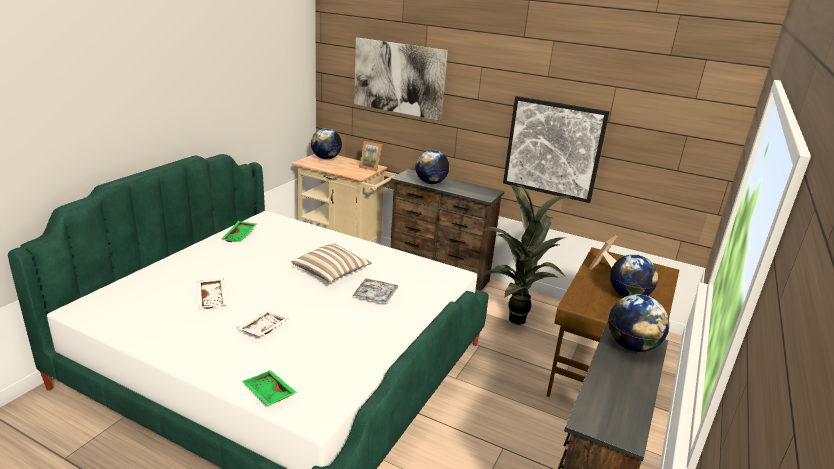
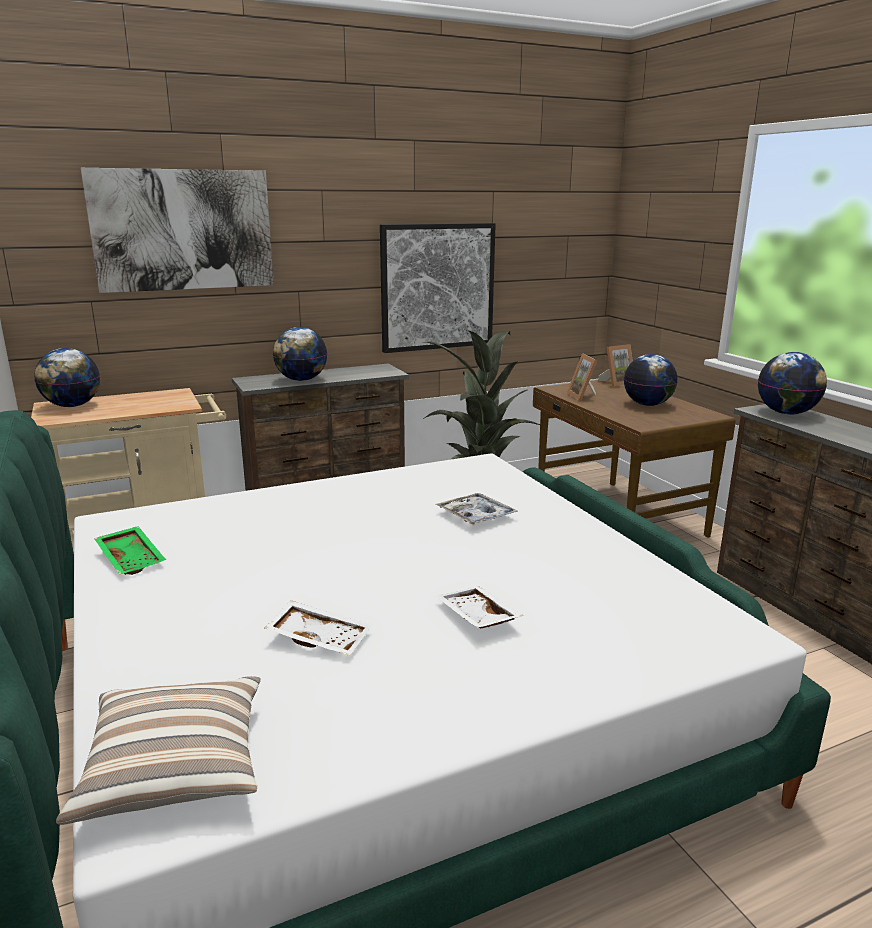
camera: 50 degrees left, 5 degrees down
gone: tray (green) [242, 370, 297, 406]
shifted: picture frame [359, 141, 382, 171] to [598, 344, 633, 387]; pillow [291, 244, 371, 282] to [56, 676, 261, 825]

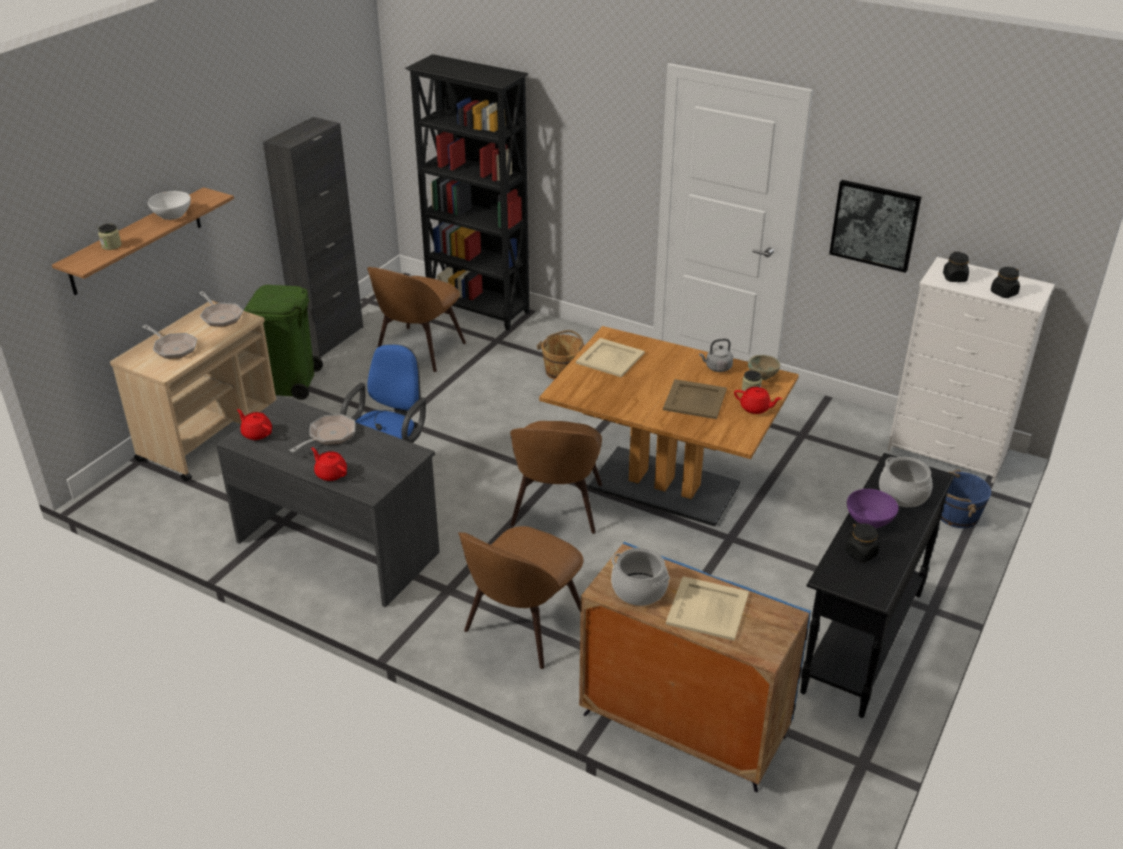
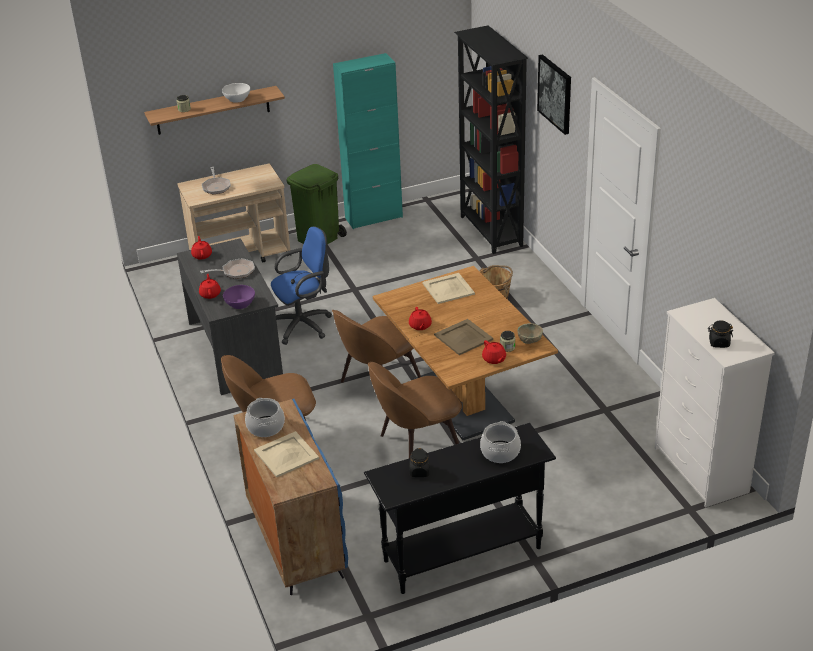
camera: 40 degrees right, 0 degrees up
gone: storage jar (black-coloured) [943, 252, 969, 282]; pan [199, 291, 243, 327]; water kettle (gray) [699, 339, 733, 372]; bucket (bluish) [941, 469, 991, 528]
new: teapot (reddish) [409, 307, 432, 330]
shifted: picture [829, 180, 921, 273] to [537, 54, 571, 135]; chair (brownish) [367, 267, 466, 372] to [368, 362, 462, 458]; bowl (purple) [847, 489, 898, 528] to [223, 285, 255, 309]
repainted: cupboard (black-coloured) [263, 117, 363, 358] to cupboard (turquoise-coloured) [333, 53, 403, 229]

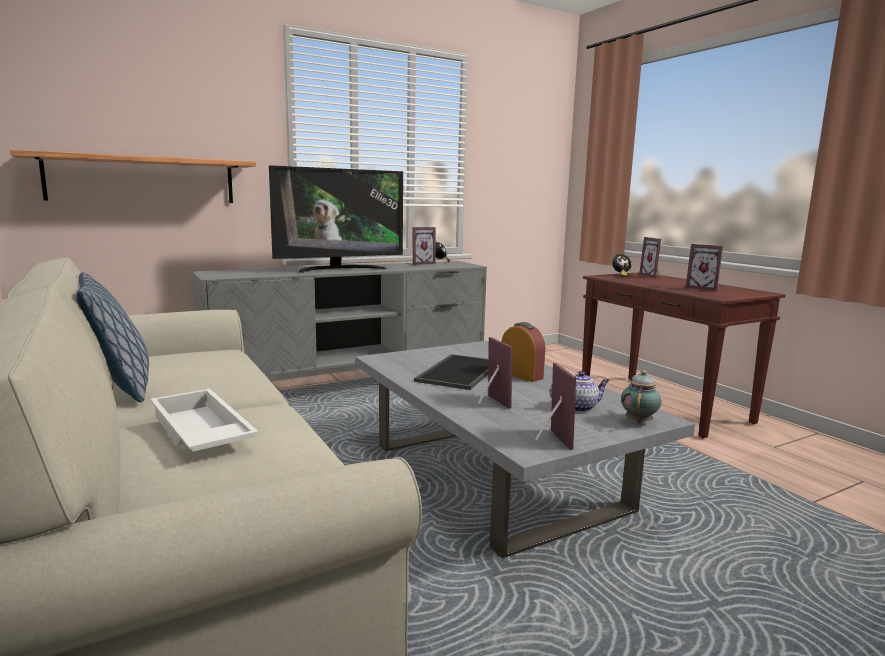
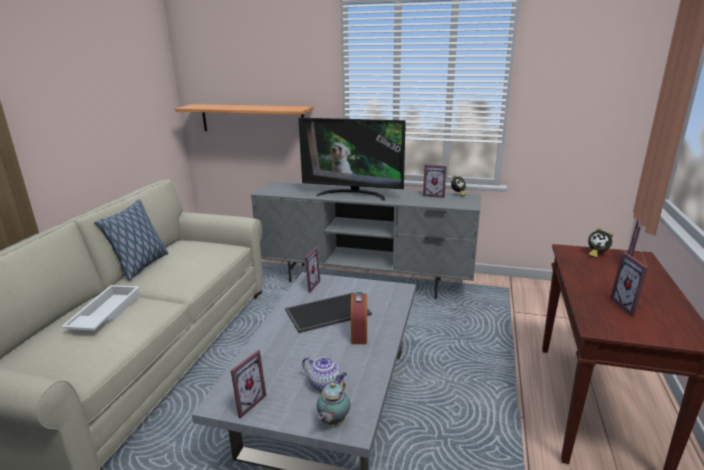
camera: 45 degrees right, 10 degrees up
shifted: picture frame [478, 337, 512, 409] to [302, 247, 320, 293]
rotated: teapot [621, 370, 661, 424] = [317, 379, 350, 425] 135 degrees clockwise

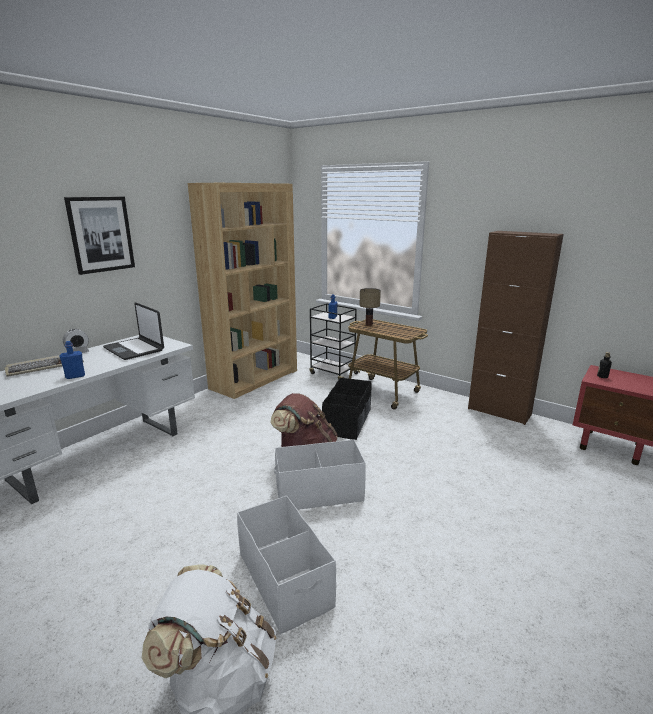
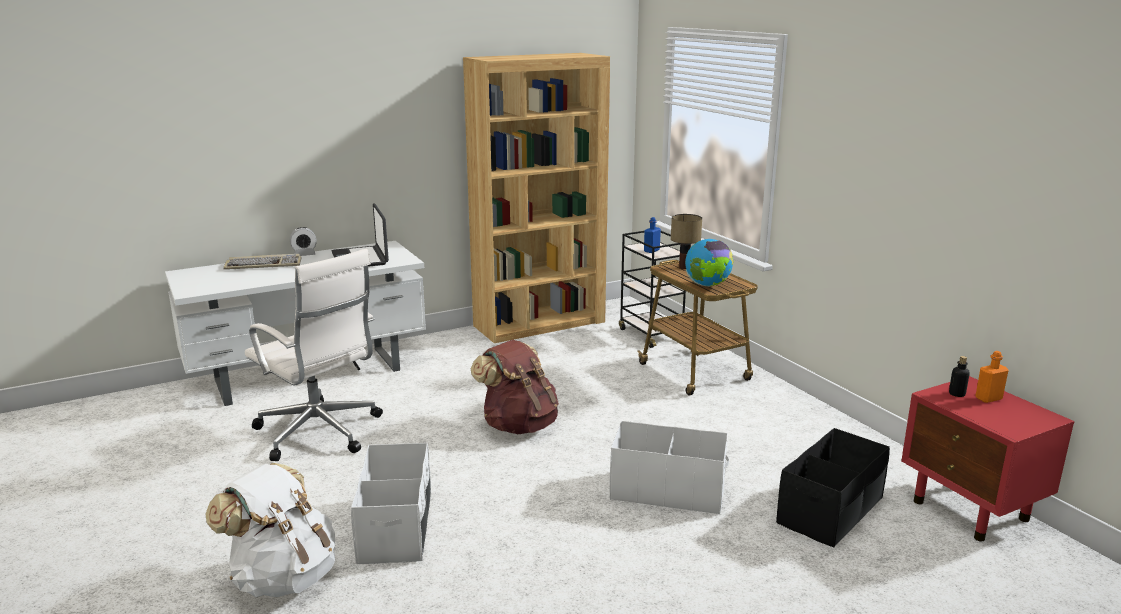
camera: 25 degrees right, 0 degrees up
gone: picture [64, 197, 135, 275]; cupboard (brownish) [468, 231, 564, 425]; bottle (bluish) [60, 341, 85, 379]
new: desk globe [685, 239, 734, 286]; computer chair (white-coloured) [245, 249, 383, 461]; bottle (orange-coloured) [975, 351, 1008, 403]
shifted: storage bin (black-coloured) [322, 378, 371, 440] to [776, 428, 890, 547]; storage bin (white-coloured) [274, 440, 366, 510] to [609, 421, 729, 514]

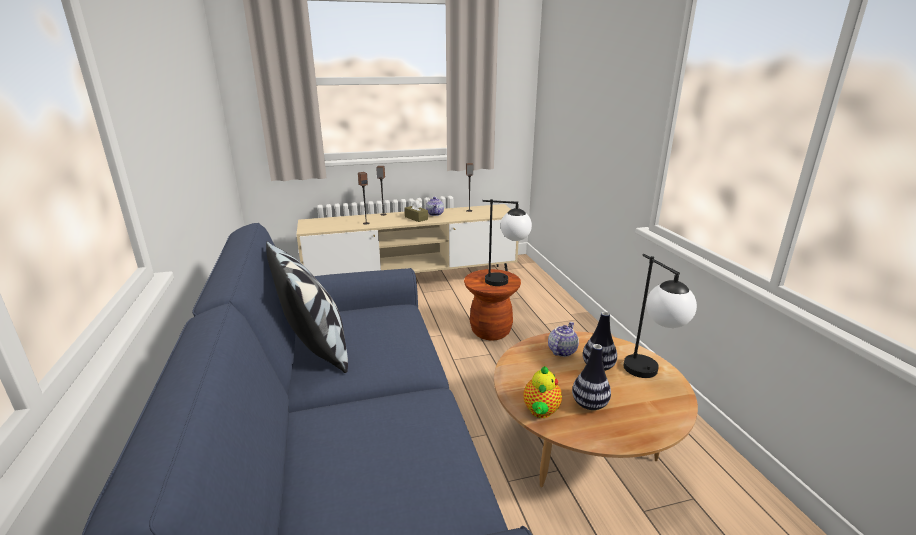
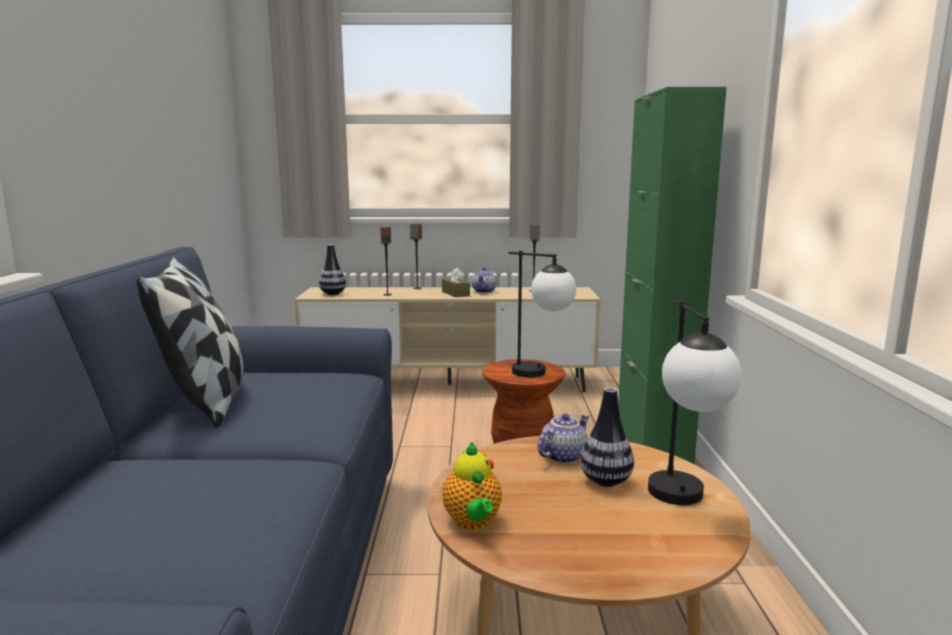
camera: 15 degrees right, 10 degrees down
new: cupboard (green) [618, 87, 727, 464]
shifted: flower vase [572, 344, 611, 410] to [319, 244, 346, 295]
rotated: teapot [524, 366, 562, 418] = [442, 443, 502, 530] 45 degrees counterclockwise

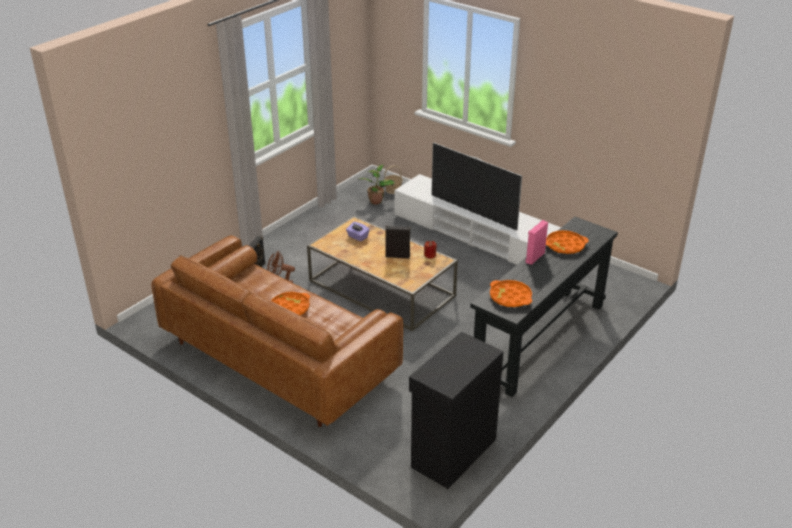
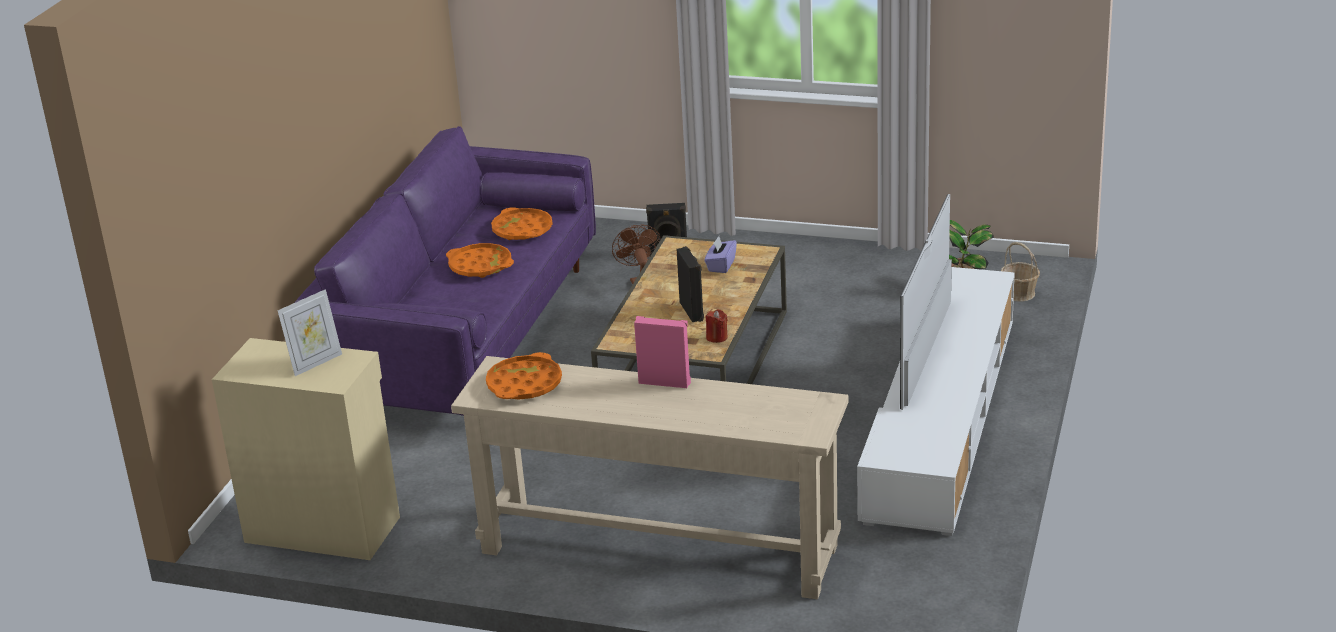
camera: 70 degrees right, 5 degrees down
new: picture frame [278, 289, 342, 376]
shifted: tray (orange-coloured) [546, 230, 589, 254] to [491, 207, 553, 240]
repainted: narrow table (black-coloured) [470, 217, 618, 397] to narrow table (beige) [451, 356, 849, 599]; couch (brownish) [151, 235, 403, 427] to couch (purple) [294, 126, 596, 416]; cupboard (black-coloured) [409, 332, 504, 489] to cupboard (beige) [212, 338, 400, 560]

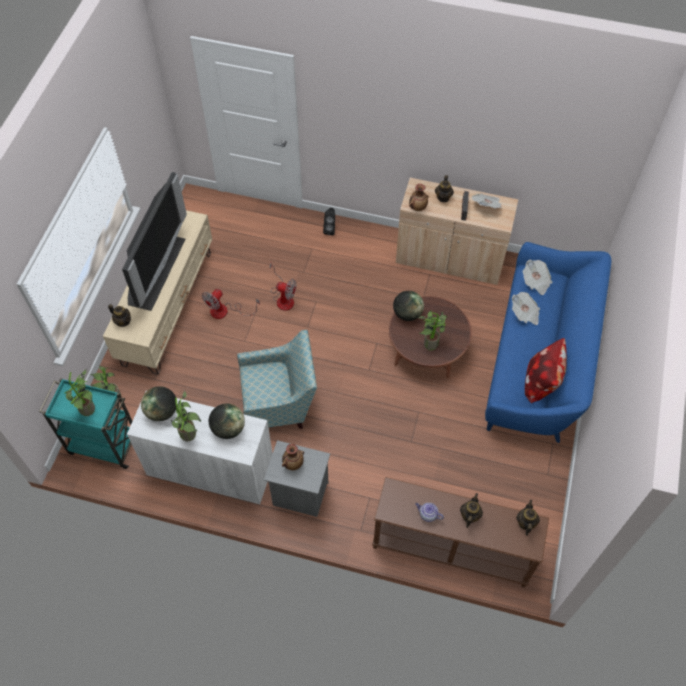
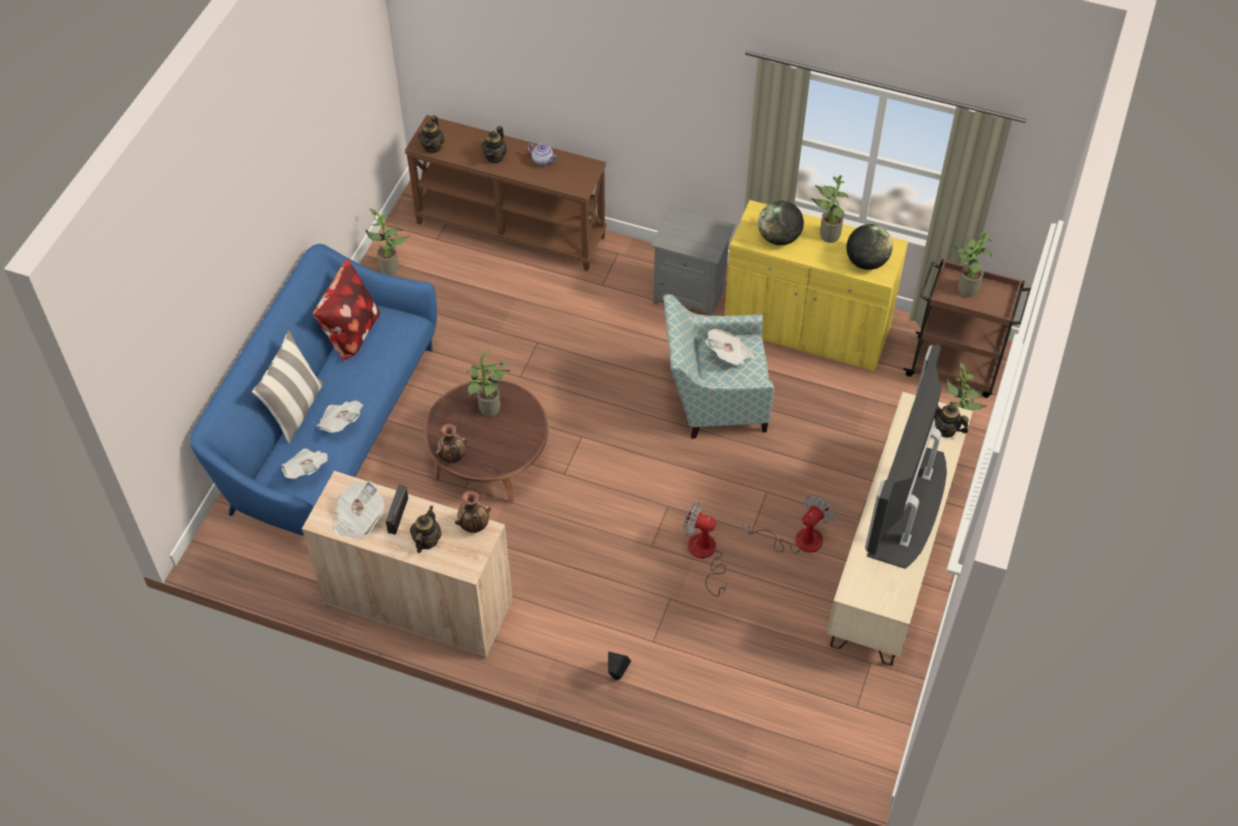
camera: 175 degrees left, 5 degrees down
gone: desk globe [393, 291, 424, 321]
new: potted plant [365, 208, 410, 275]; daily paper [706, 329, 754, 365]; pillow [252, 330, 324, 444]
shifted: flower vase [282, 444, 304, 470] to [435, 424, 467, 463]
repainted: cart (turquoise-coloured) [39, 378, 132, 469] to cart (brownish) [903, 259, 1031, 398]; cupboard (white-coloured) [127, 391, 273, 504] to cupboard (yellow) [724, 200, 908, 371]

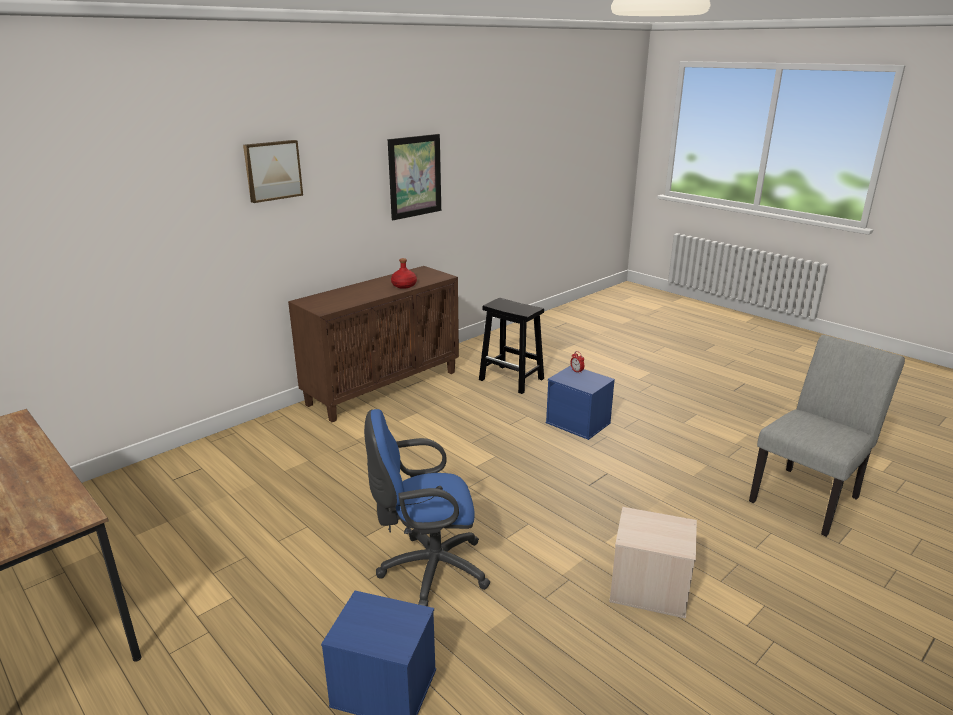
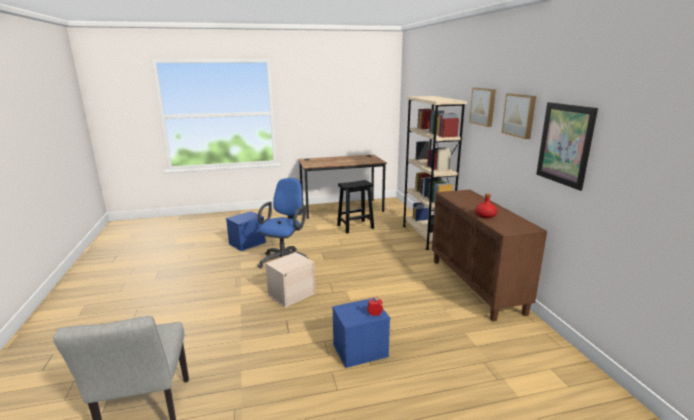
camera: 120 degrees right, 5 degrees down
new: picture [501, 94, 536, 139]; bookcase (beige) [403, 96, 467, 250]
shifted: sitting stool (black-coloured) [479, 298, 544, 394] to [337, 180, 374, 233]; storage bin (beige) [609, 507, 697, 619] to [265, 252, 315, 308]

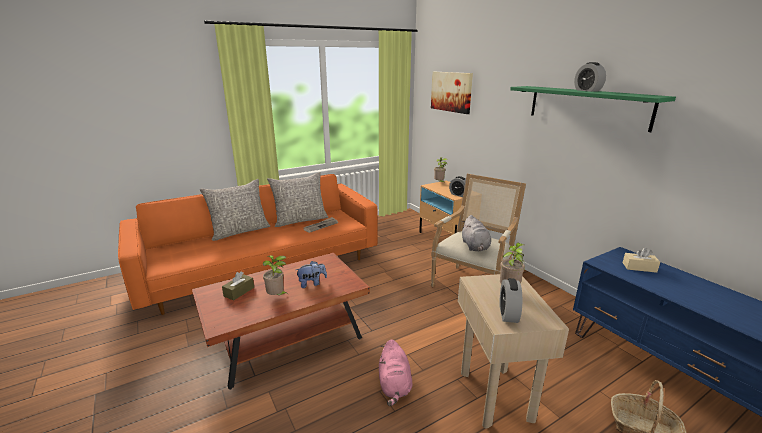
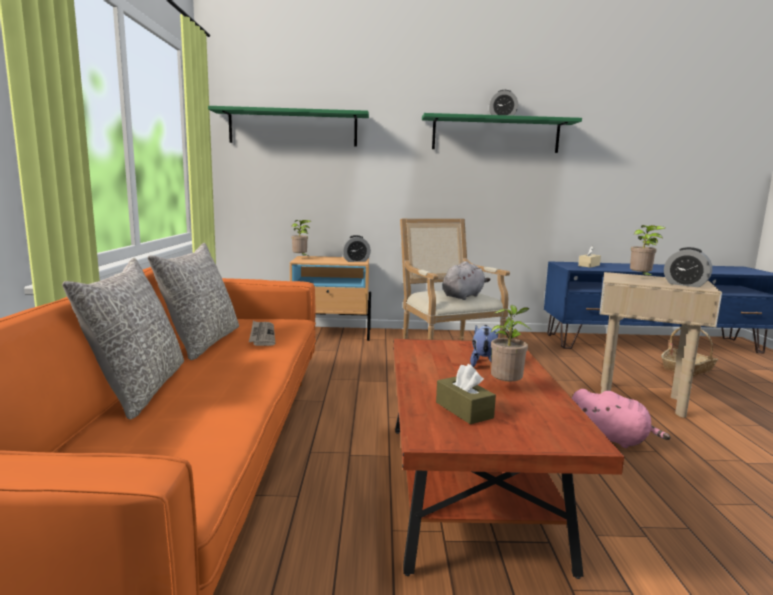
camera: 60 degrees left, 10 degrees down
swapped: picture [431, 72, 473, 114] to wall shelf (green) [208, 106, 369, 146]
rotated: cuddly toy (gray) [462, 215, 491, 251] = [443, 261, 491, 300] 75 degrees counterclockwise

